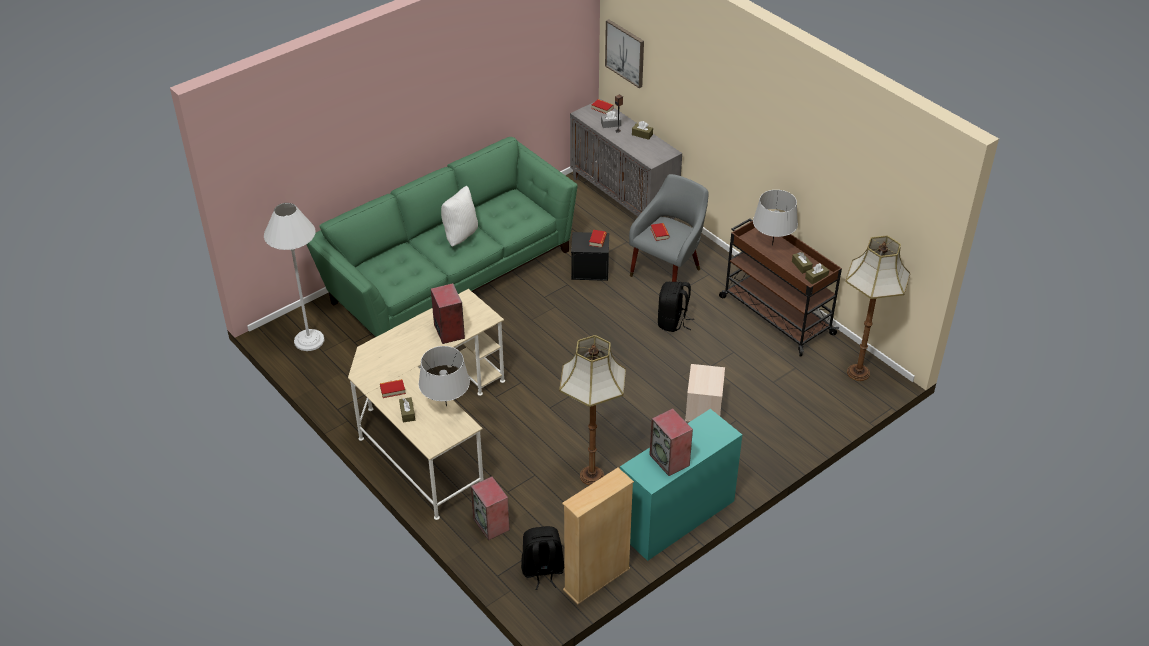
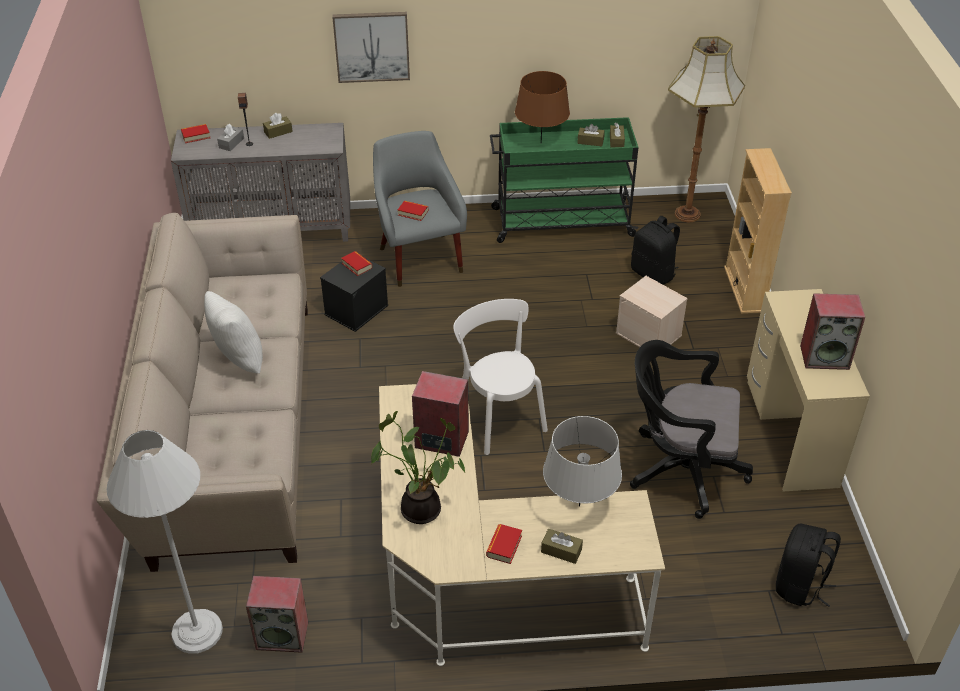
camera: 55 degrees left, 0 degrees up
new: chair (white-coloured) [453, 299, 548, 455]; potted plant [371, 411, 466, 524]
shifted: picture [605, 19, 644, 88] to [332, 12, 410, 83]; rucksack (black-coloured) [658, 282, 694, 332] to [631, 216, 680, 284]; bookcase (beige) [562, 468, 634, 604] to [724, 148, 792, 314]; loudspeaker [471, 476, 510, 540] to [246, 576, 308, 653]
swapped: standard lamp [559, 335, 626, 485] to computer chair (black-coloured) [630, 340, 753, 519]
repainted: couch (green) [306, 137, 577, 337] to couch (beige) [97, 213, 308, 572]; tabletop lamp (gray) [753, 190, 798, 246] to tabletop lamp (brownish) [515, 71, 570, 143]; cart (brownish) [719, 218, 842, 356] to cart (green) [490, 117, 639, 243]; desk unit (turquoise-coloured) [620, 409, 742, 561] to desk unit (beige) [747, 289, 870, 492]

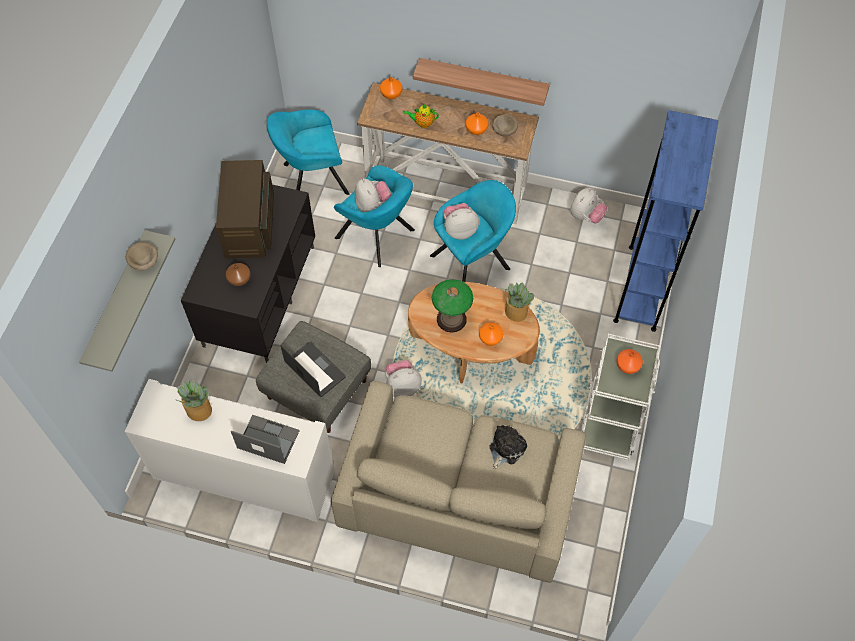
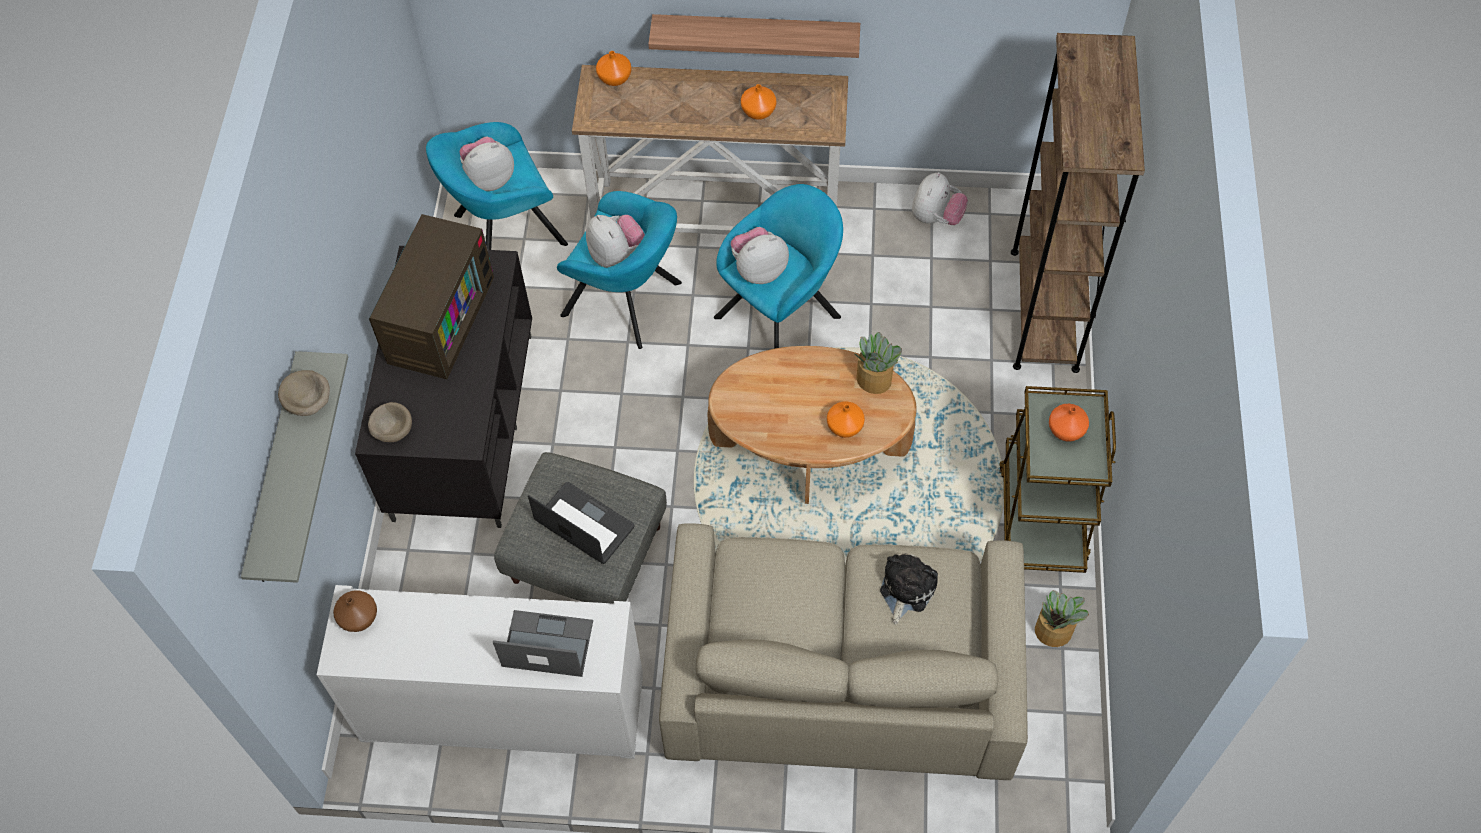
camera: 10 degrees left, 0 degrees up
gone: teapot [404, 104, 439, 128]; tabletop lamp [432, 279, 473, 333]
shifted: bowl (beige) [492, 114, 518, 137] to [368, 402, 412, 442]; flower vase (brownish) [226, 263, 251, 286] to [333, 590, 377, 632]; cuddly toy [385, 360, 422, 397] to [460, 136, 514, 191]; potted plant [177, 379, 212, 421] to [1035, 590, 1089, 647]
repainted: bookcase (bluish) [613, 110, 719, 332] to bookcase (brownish) [1011, 33, 1145, 373]; cart (white-coloured) [581, 334, 660, 460] to cart (brownish) [999, 386, 1116, 573]
rotated: television [216, 160, 274, 258] = [369, 214, 494, 379] 150 degrees counterclockwise

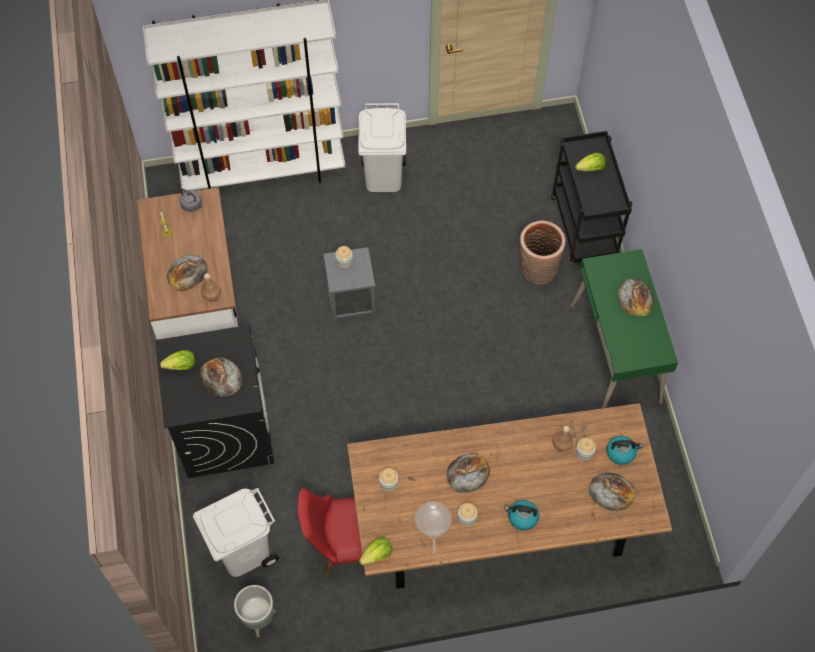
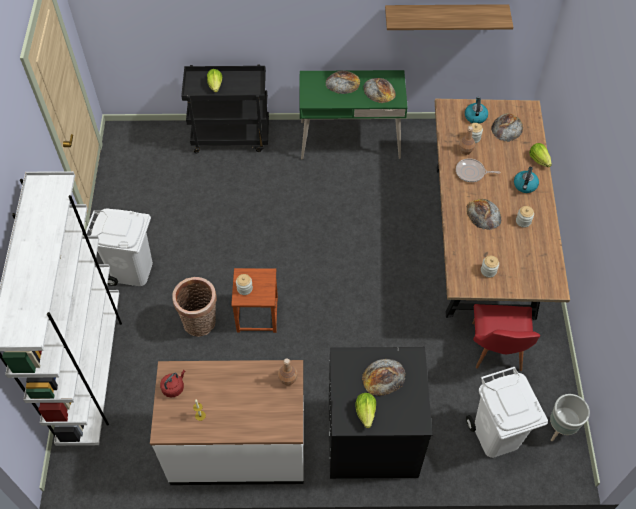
camera: 80 degrees left, 5 degrees down
new: wall shelf [385, 4, 513, 30]
shifted: storage basket [519, 220, 566, 285] to [172, 277, 217, 337]; baked bread [167, 255, 208, 291] to [363, 78, 396, 103]; pan [415, 501, 452, 554] to [456, 158, 501, 182]; lettuce head [359, 537, 392, 565] to [529, 143, 552, 167]
repainted: water kettle (gray) [180, 189, 204, 212] to water kettle (reddish) [160, 370, 185, 398]; sitting stool (gray) [323, 247, 376, 321] to sitting stool (brownish) [231, 268, 278, 333]

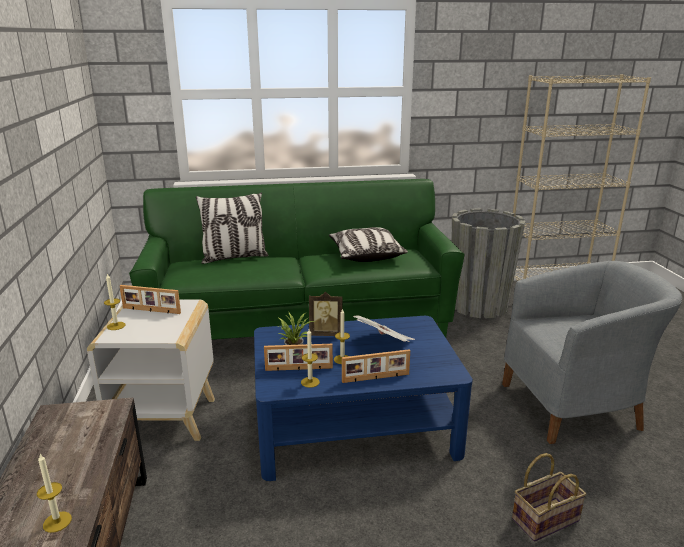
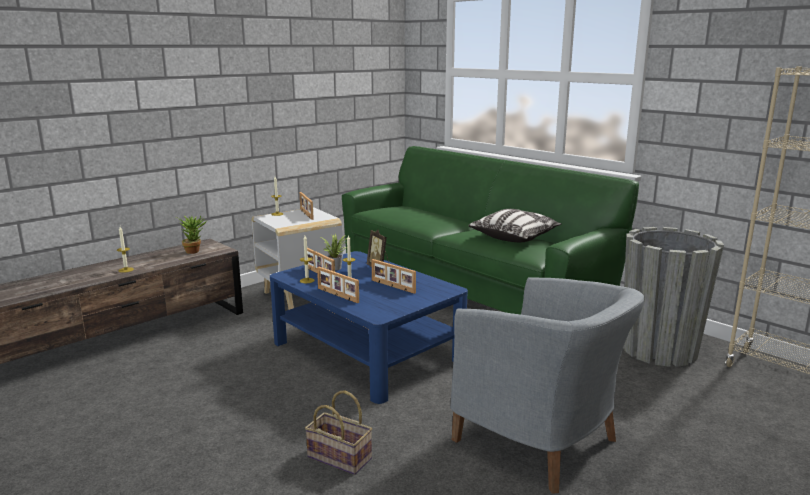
camera: 55 degrees right, 5 degrees down
gone: pillow [196, 193, 268, 264]
new: potted plant [176, 216, 207, 254]
swapped: daily paper [353, 315, 415, 342] to picture frame [372, 259, 416, 294]

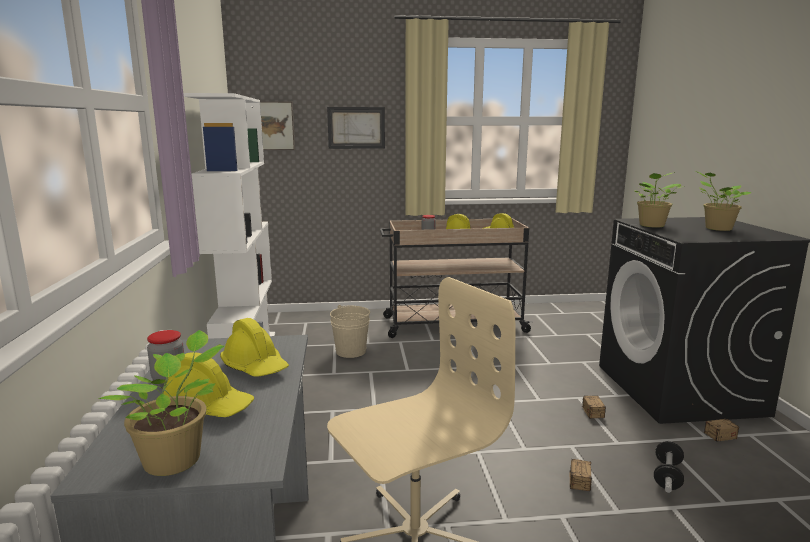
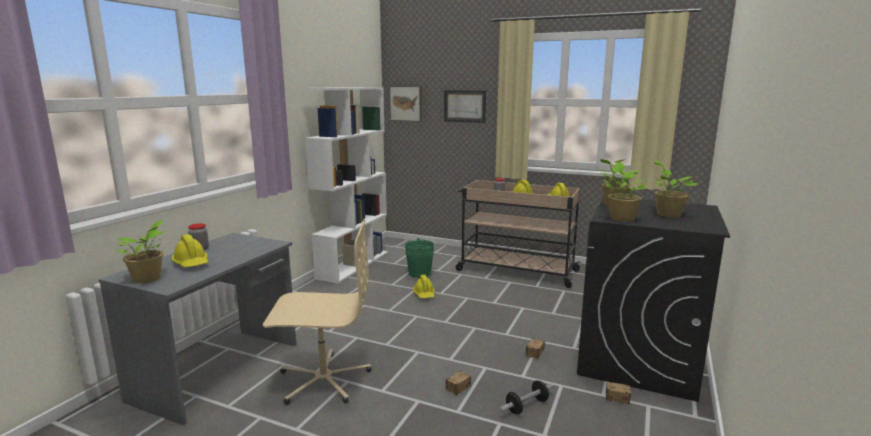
camera: 30 degrees right, 0 degrees up
new: potted plant [603, 162, 647, 222]
shifted: safety helmet (yellow) [220, 318, 289, 377] to [413, 275, 435, 298]
repainted: bucket (beige) [330, 305, 370, 358] to bucket (green) [405, 238, 435, 278]

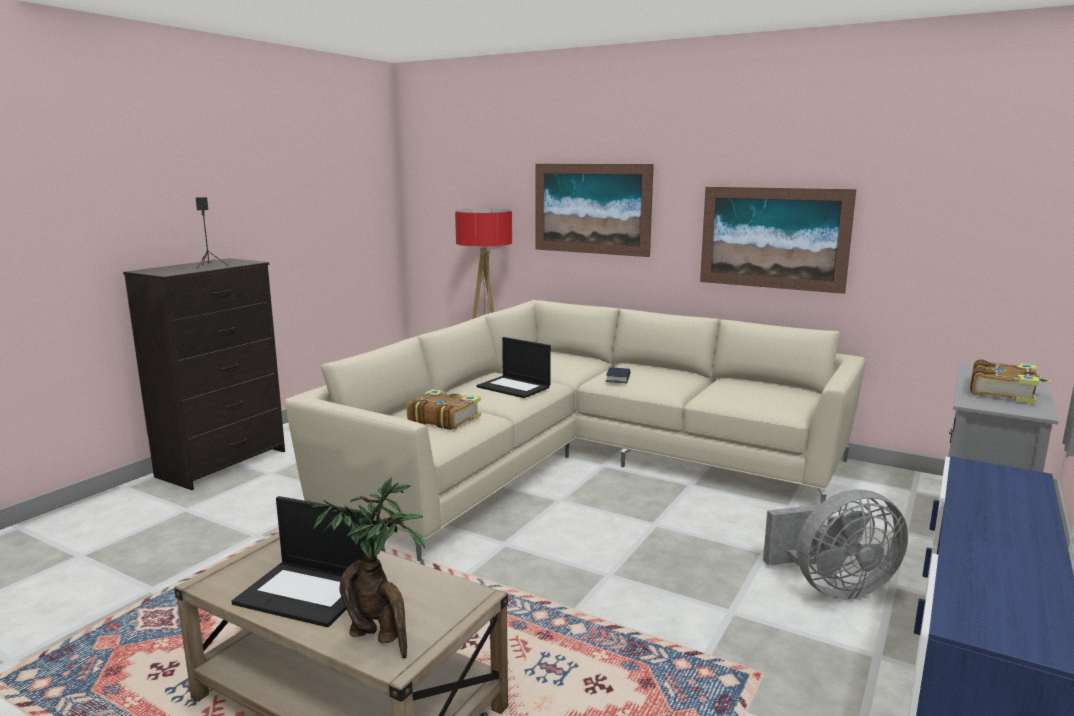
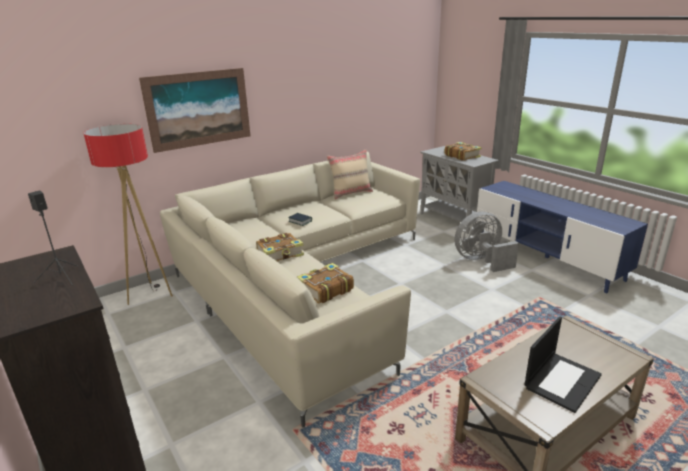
camera: 65 degrees left, 10 degrees up
gone: picture [700, 187, 856, 294]; potted plant [312, 477, 425, 658]
new: pillow (beige) [327, 149, 373, 199]
swapped: portable computer [477, 337, 551, 398] to book [256, 233, 304, 261]
rotated: cooling fan (gray) [763, 490, 908, 600] = [455, 211, 519, 272] 120 degrees counterclockwise

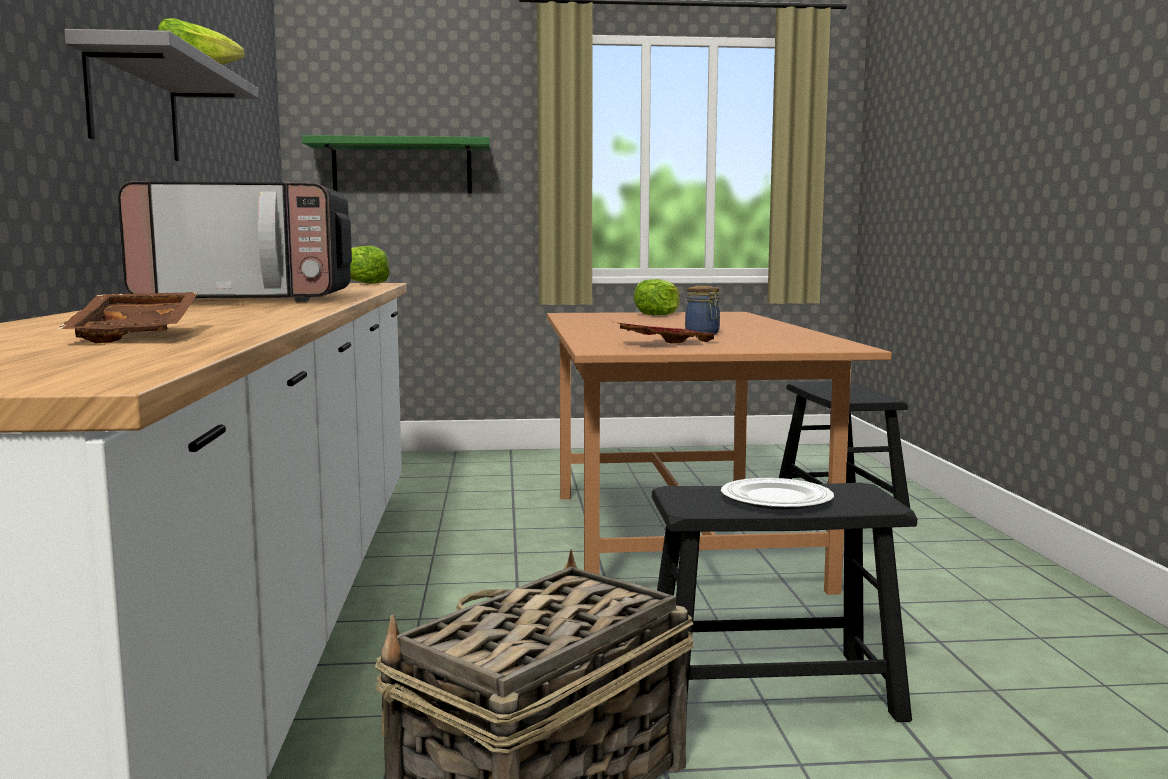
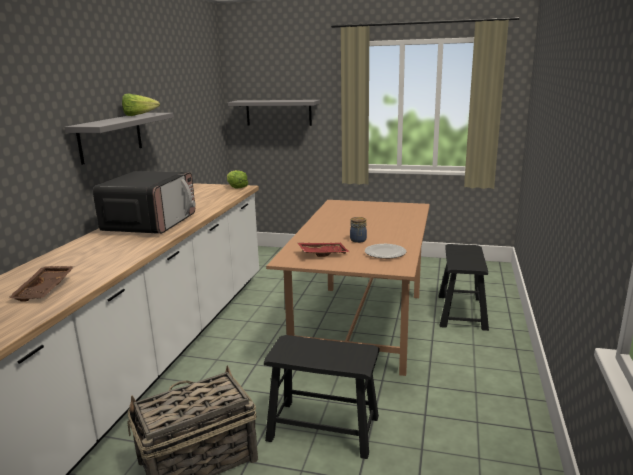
camera: 20 degrees right, 10 degrees up
gone: lettuce head [634, 279, 680, 315]
shifted: flat dish [721, 478, 834, 510] to [365, 244, 407, 258]
repainted: wall shelf (green) [302, 135, 490, 193] to wall shelf (gray) [228, 100, 320, 126]
rotated: microwave oven [118, 181, 352, 302] = [93, 171, 195, 234] 90 degrees counterclockwise

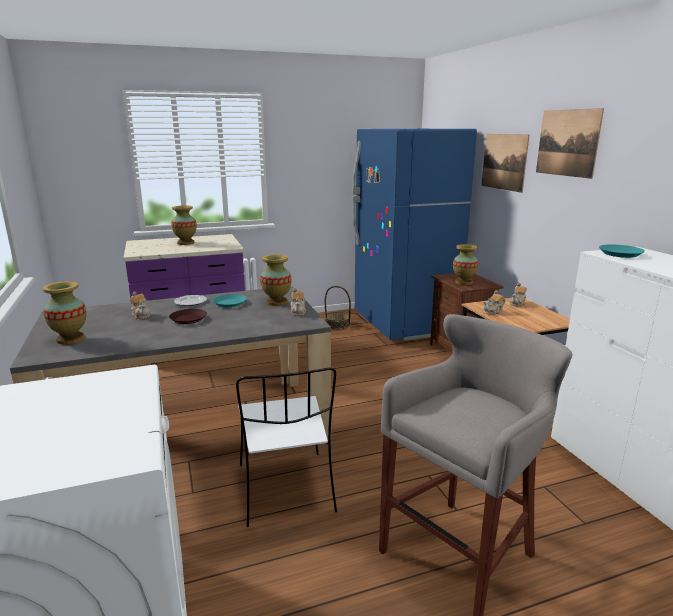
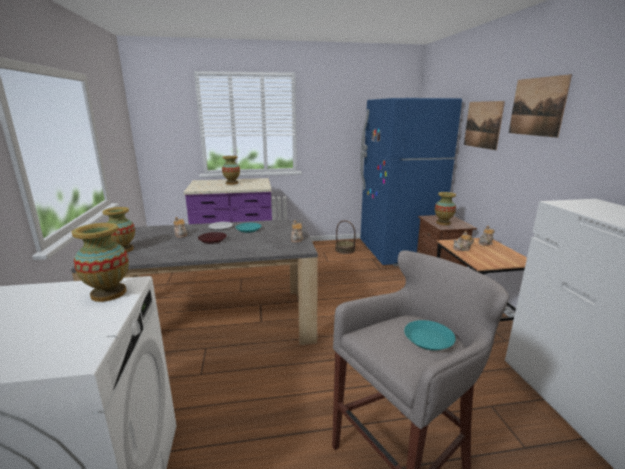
camera: 10 degrees right, 0 degrees up
gone: chair (white-coloured) [236, 368, 337, 527]
shifted: flat dish (turquoise-coloured) [599, 244, 645, 258] to [404, 320, 456, 351]; flower vase [260, 254, 291, 306] to [72, 223, 129, 302]

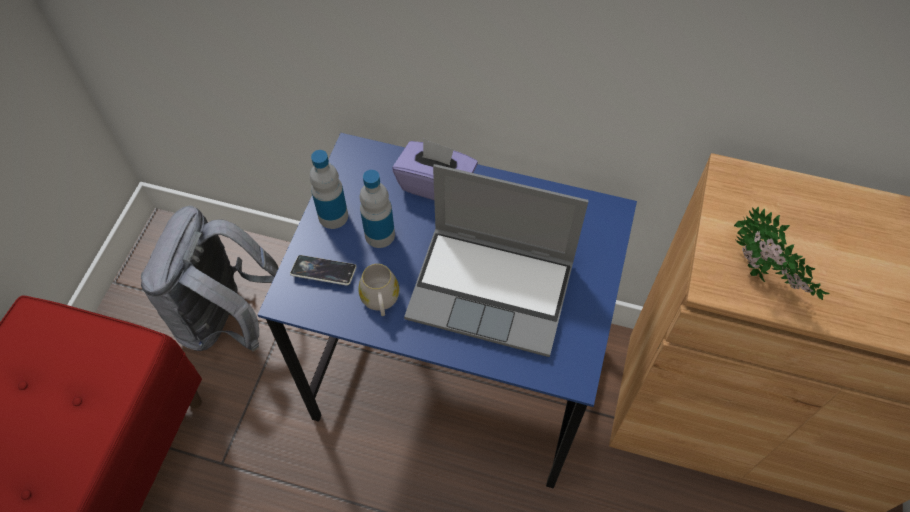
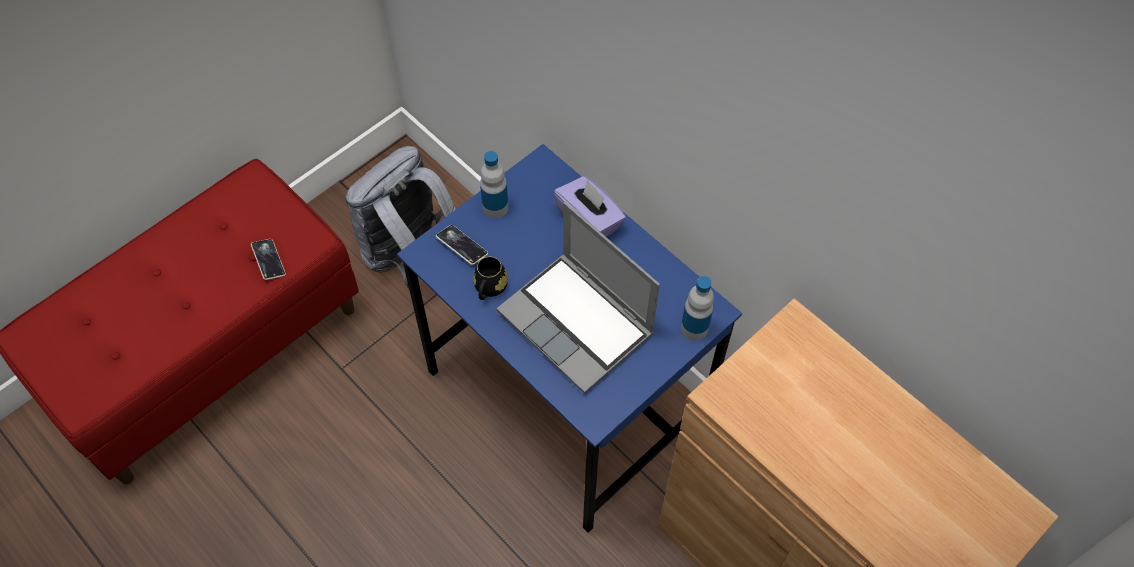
camera: 30 degrees right, 0 degrees up
gone: potted plant [734, 207, 830, 300]
new: telephone [251, 239, 286, 280]
shifted: bottle [360, 170, 395, 248] to [681, 276, 714, 340]
repainted: mug (white-coloured) [358, 264, 399, 316] to mug (black-coloured) [473, 256, 508, 300]

